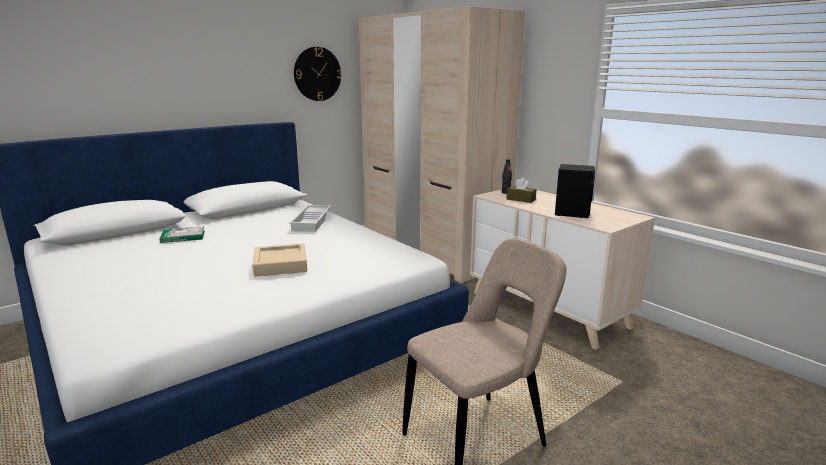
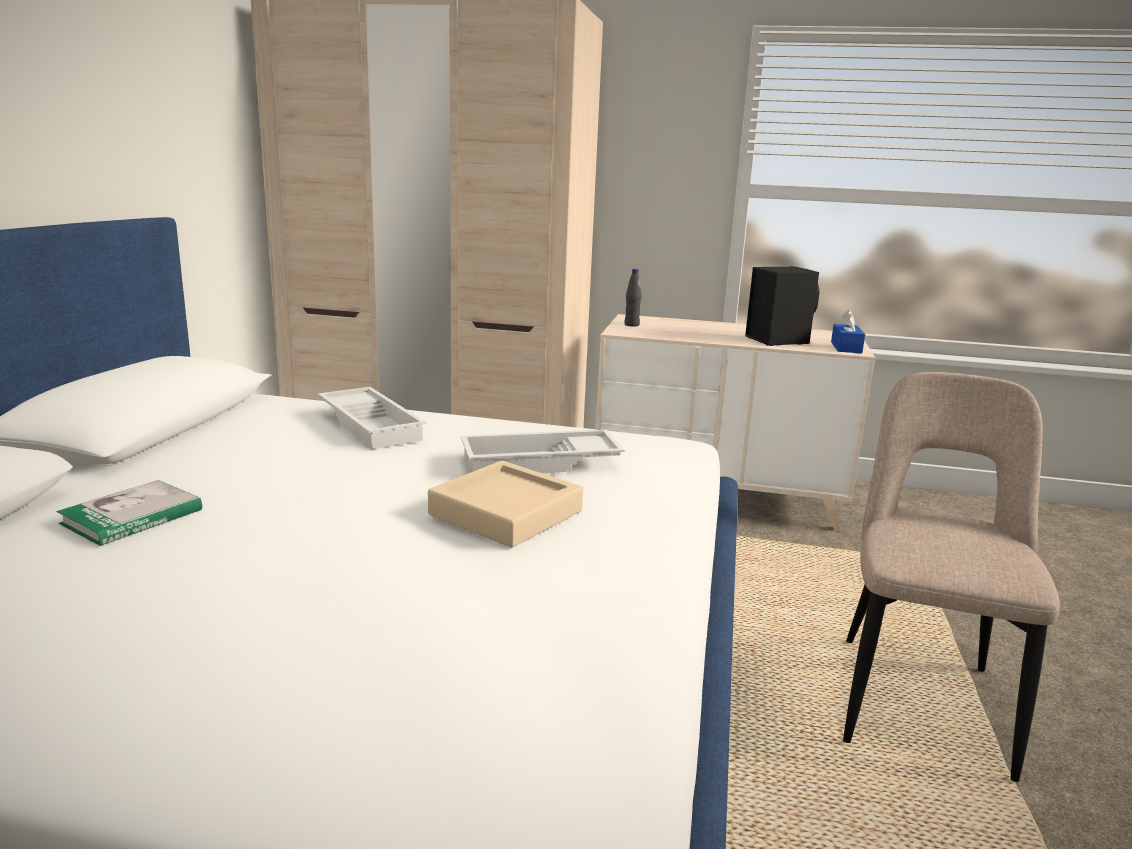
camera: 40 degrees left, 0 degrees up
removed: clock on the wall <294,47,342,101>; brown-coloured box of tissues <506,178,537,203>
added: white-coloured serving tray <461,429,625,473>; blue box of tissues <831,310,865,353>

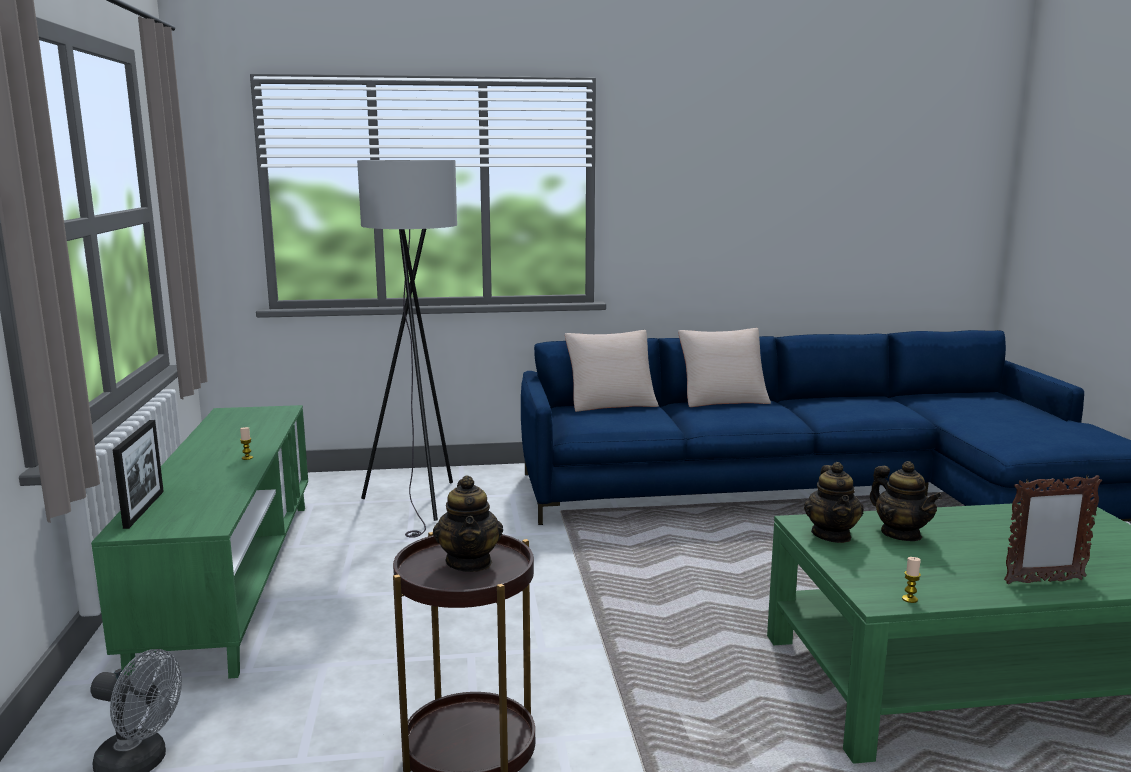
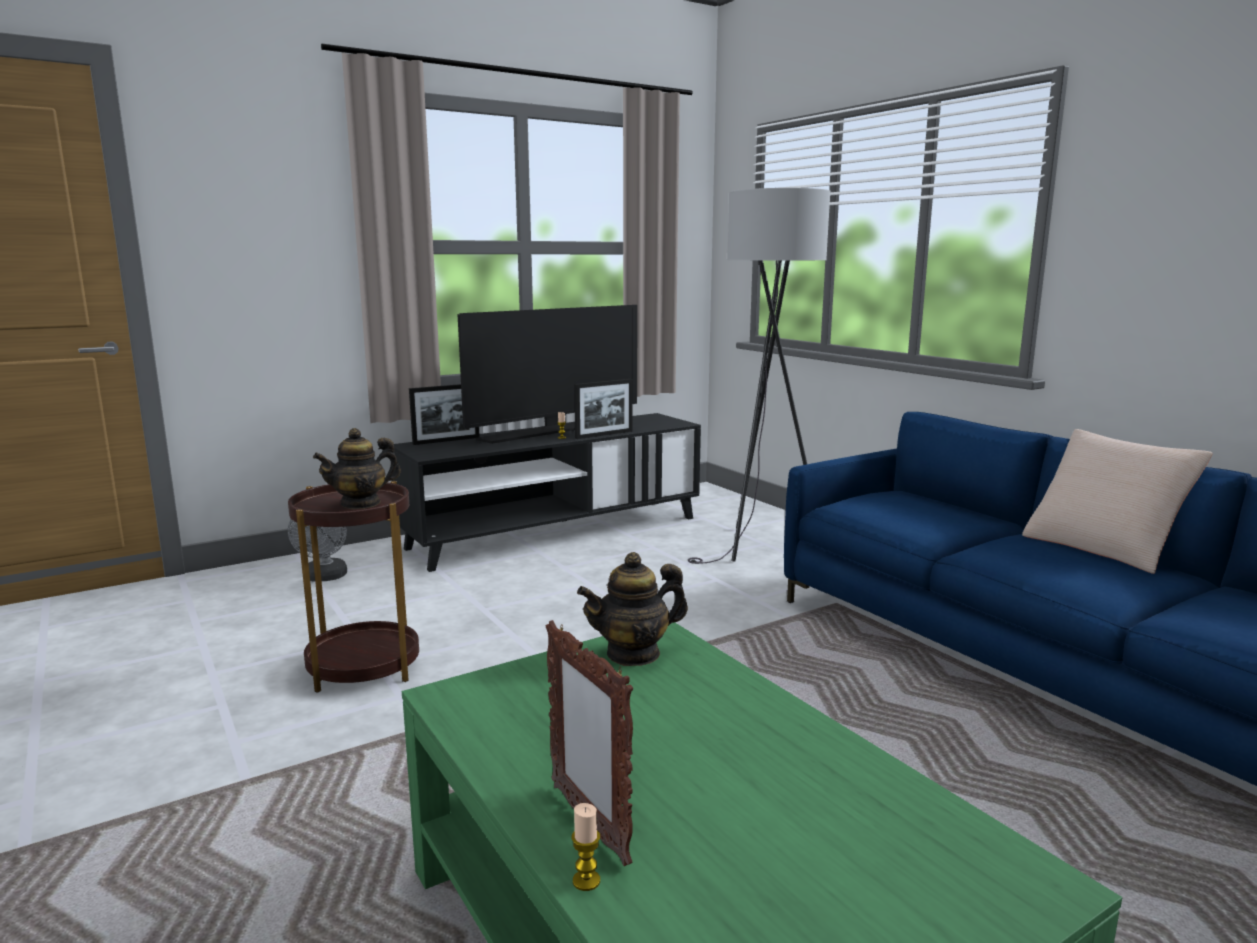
camera: 65 degrees right, 0 degrees up
removed: beige-coloured cushion <565,330,659,412>; pot for tea <870,461,942,541>
added: TV set <458,305,637,444>; photo frame <574,379,633,439>
moved: wax light <902,557,921,603> to <572,803,600,891>
recoloured: green-coloured tv stand <91,405,308,679> to black-coloured tv stand <393,413,701,572>

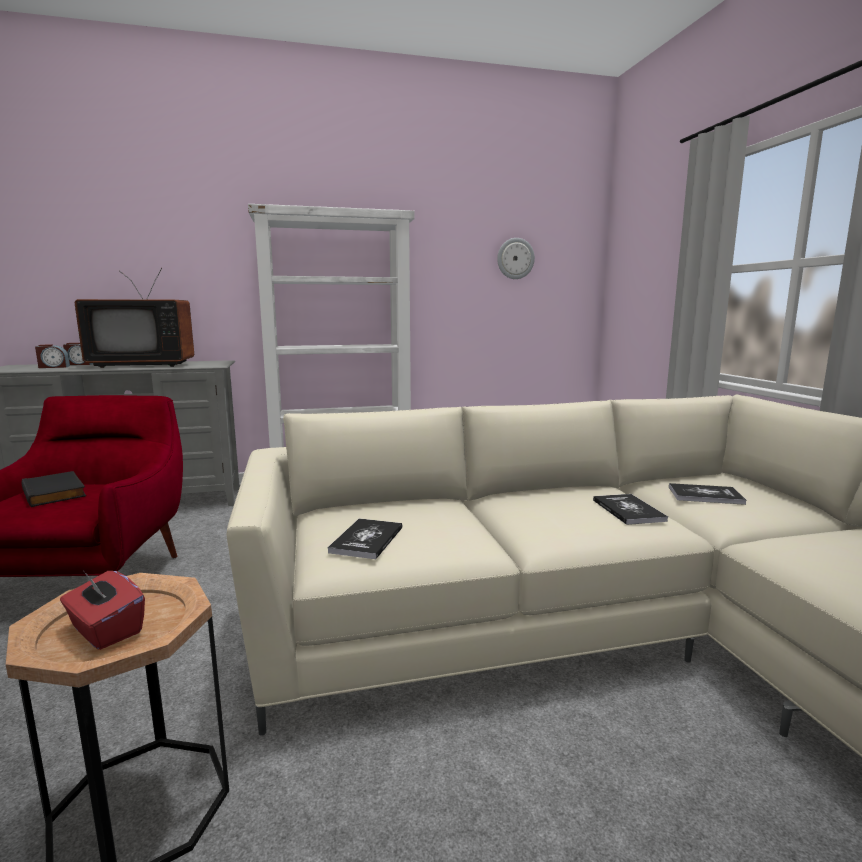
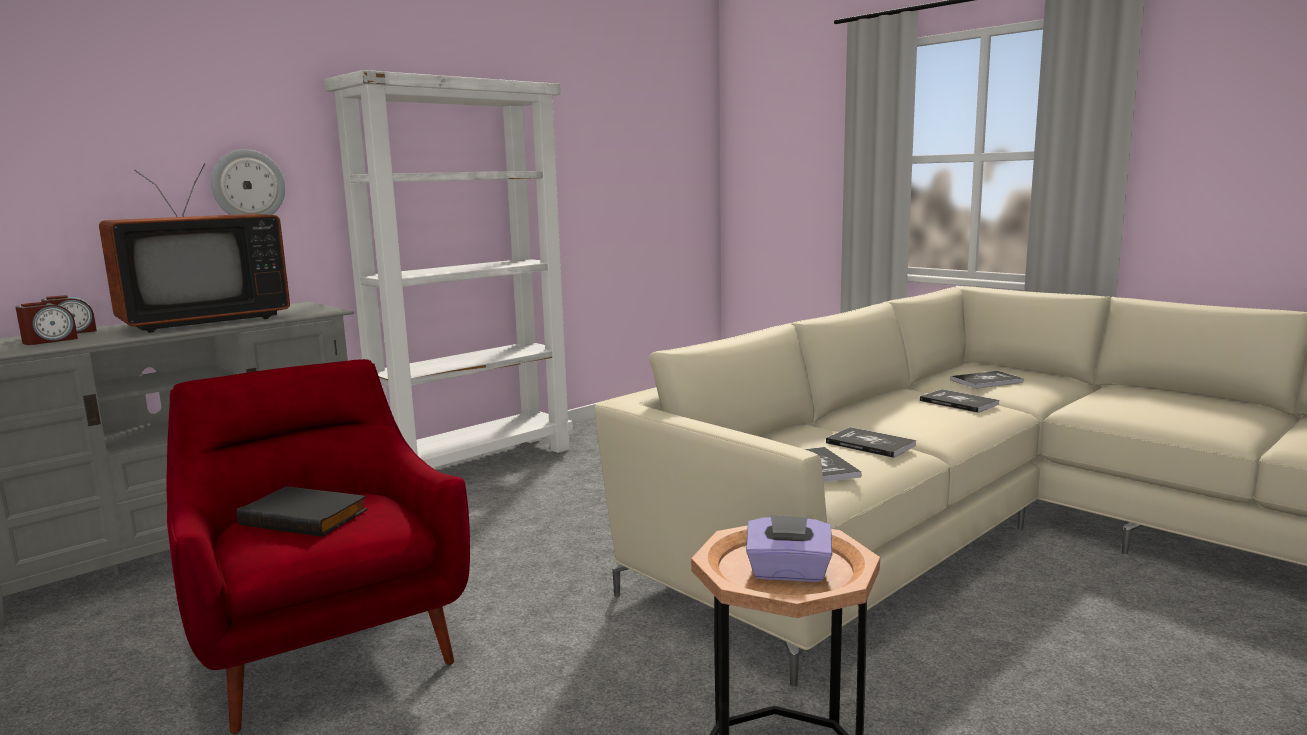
camera: 30 degrees left, 0 degrees up
added: book <826,427,916,458>
moved: clock on the wall <497,238,535,279> to <211,149,285,215>
recoloured: red-coloured box of tissues <60,571,145,650> to purple-coloured box of tissues <746,514,832,582>

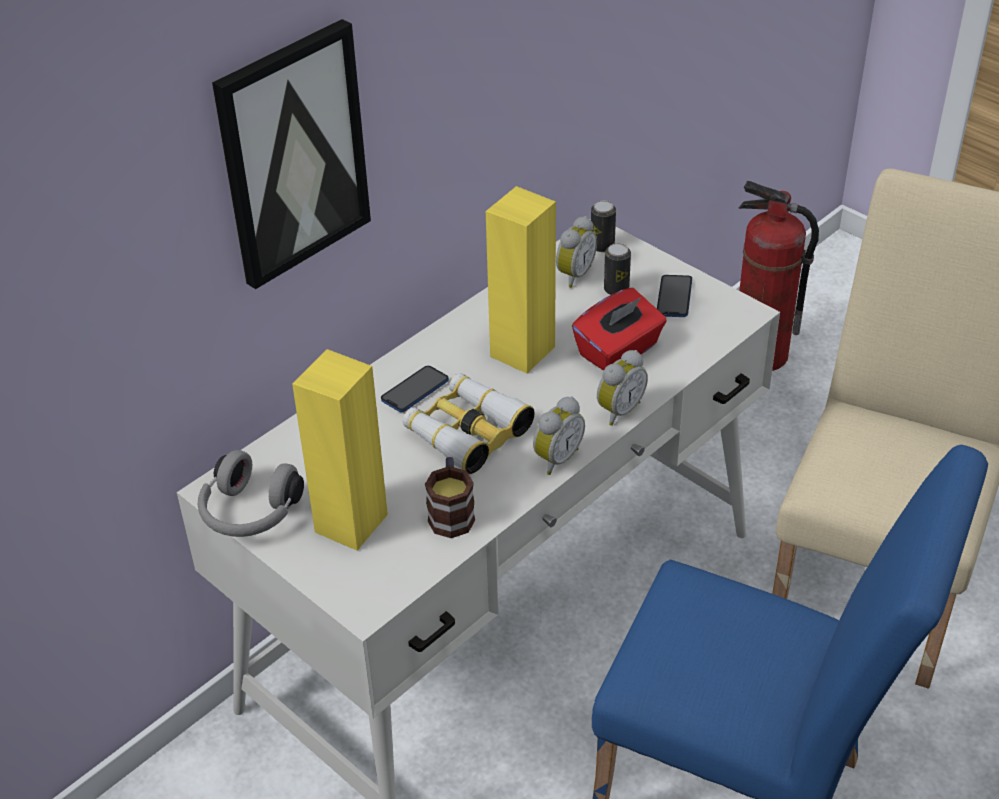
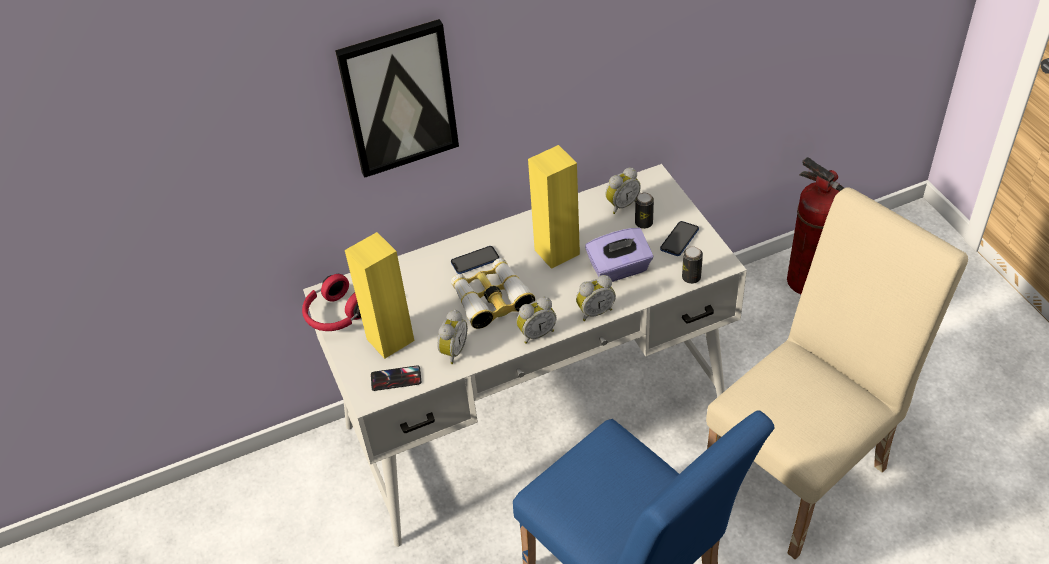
camera: 25 degrees right, 5 degrees up
added: telephone <371,365,421,391>
moved: sealed can <591,201,616,252> to <682,247,703,284>
replaced: coffee mug <425,457,475,538> to table clock <437,310,468,364>
recoloured: grey pair of headphones <198,450,304,537> to red-coloured pair of headphones <302,274,361,331>; red-coloured box of tissues <572,288,667,371> to purple-coloured box of tissues <585,228,653,282>

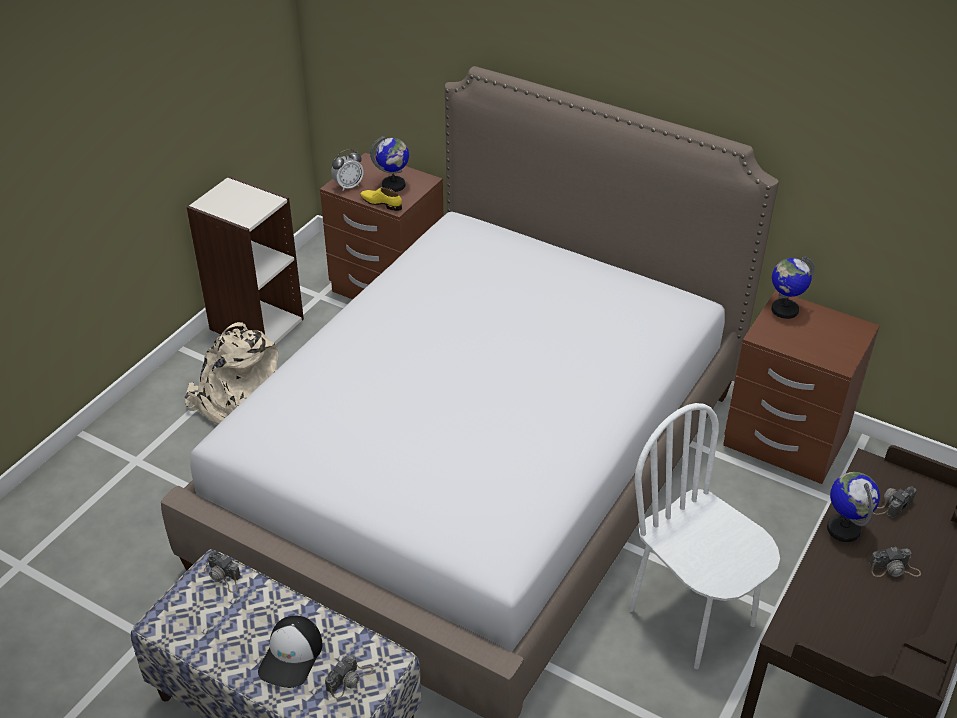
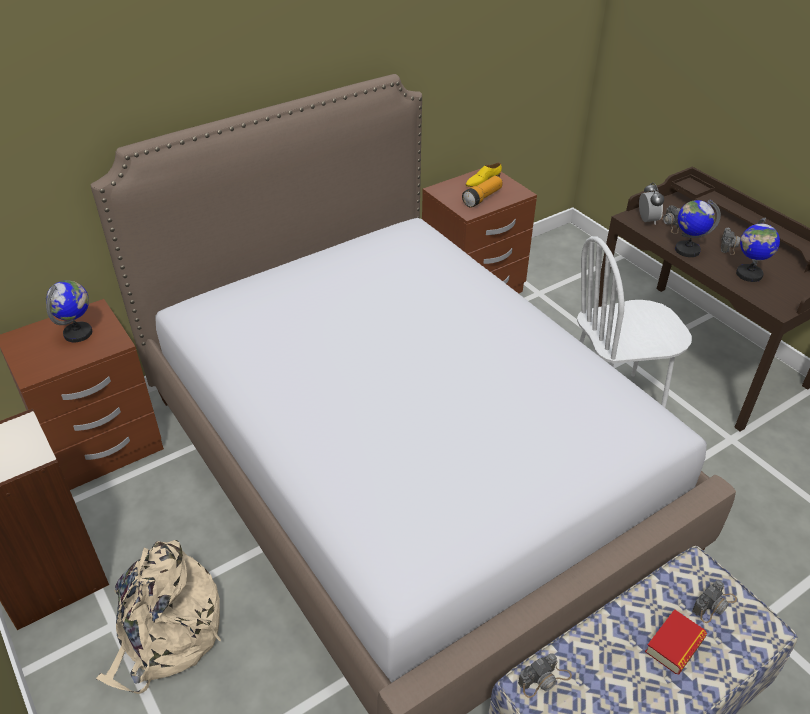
camera: 65 degrees left, 0 degrees up
added: flashlight <462,176,502,208>
moved: table clock <331,149,364,191> to <639,182,664,225>; yellow-coloured low shoe <360,187,402,211> to <465,163,502,187>; world globe <771,256,815,319> to <736,217,780,282>
replaced: peaked cap <258,616,323,688> to book <645,609,707,675>
turned: still camera <325,655,373,699> = <692,580,737,623> 75 degrees clockwise

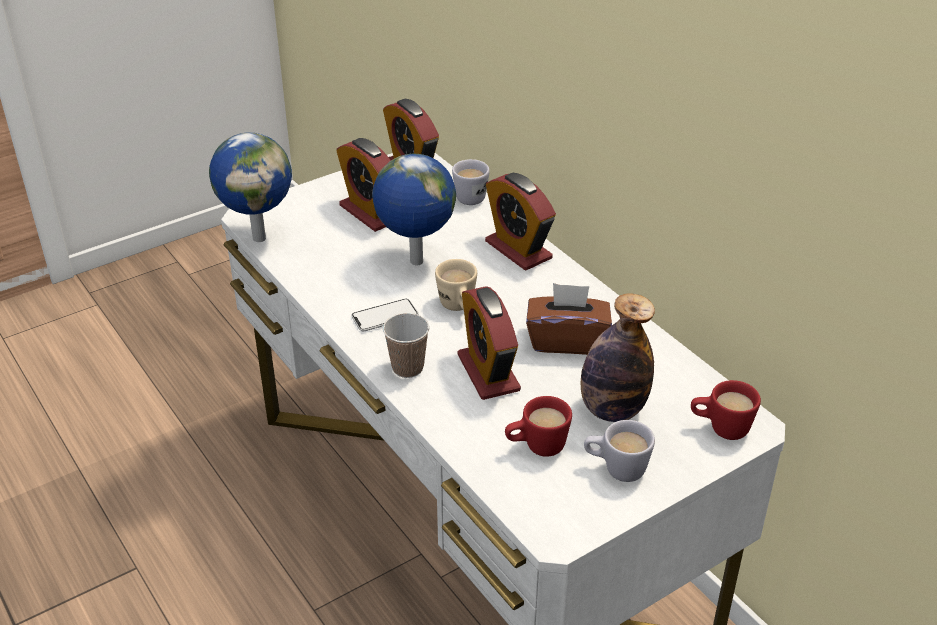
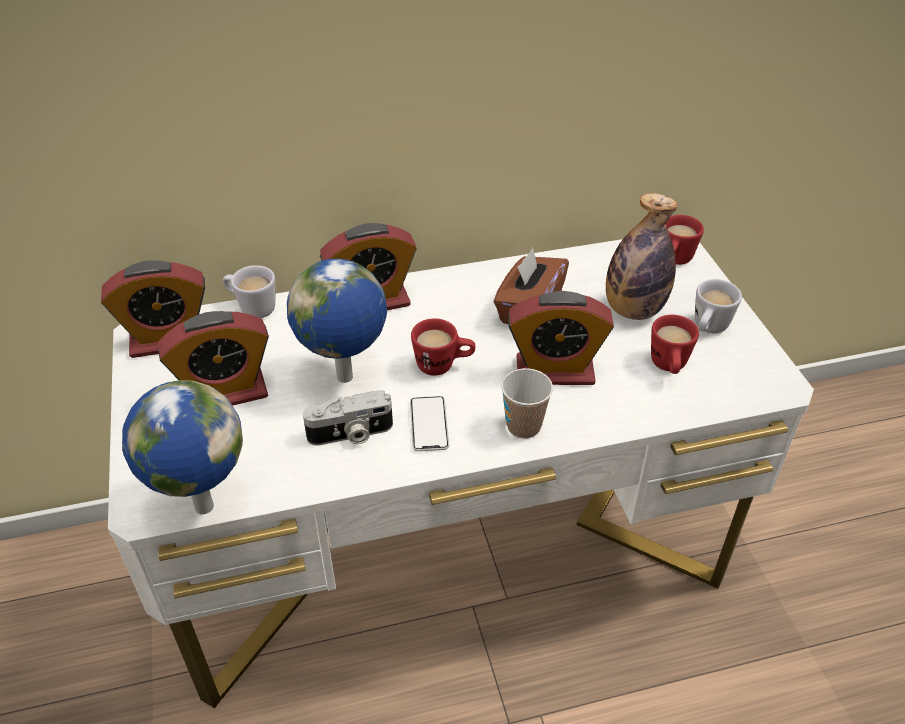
camera: 70 degrees left, 5 degrees up
added: still camera <303,390,393,446>
recoloured: beige-coloured coffee mug <435,259,477,311> to red-coloured coffee mug <411,318,475,376>

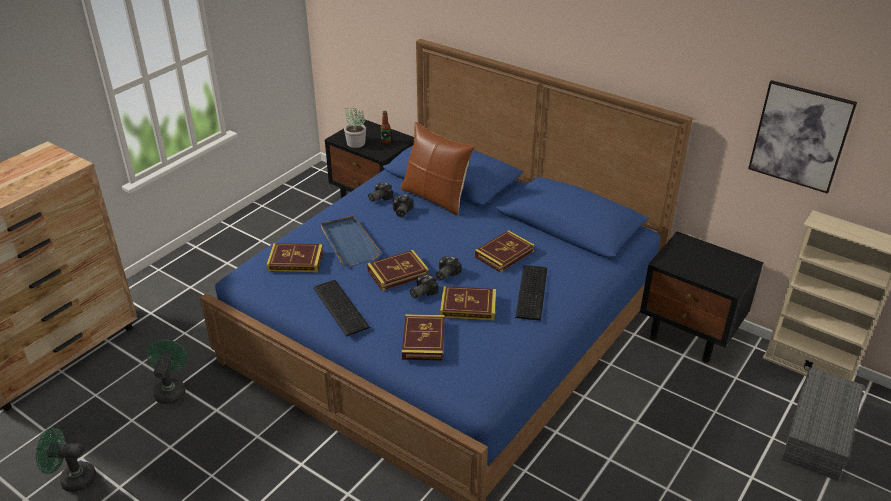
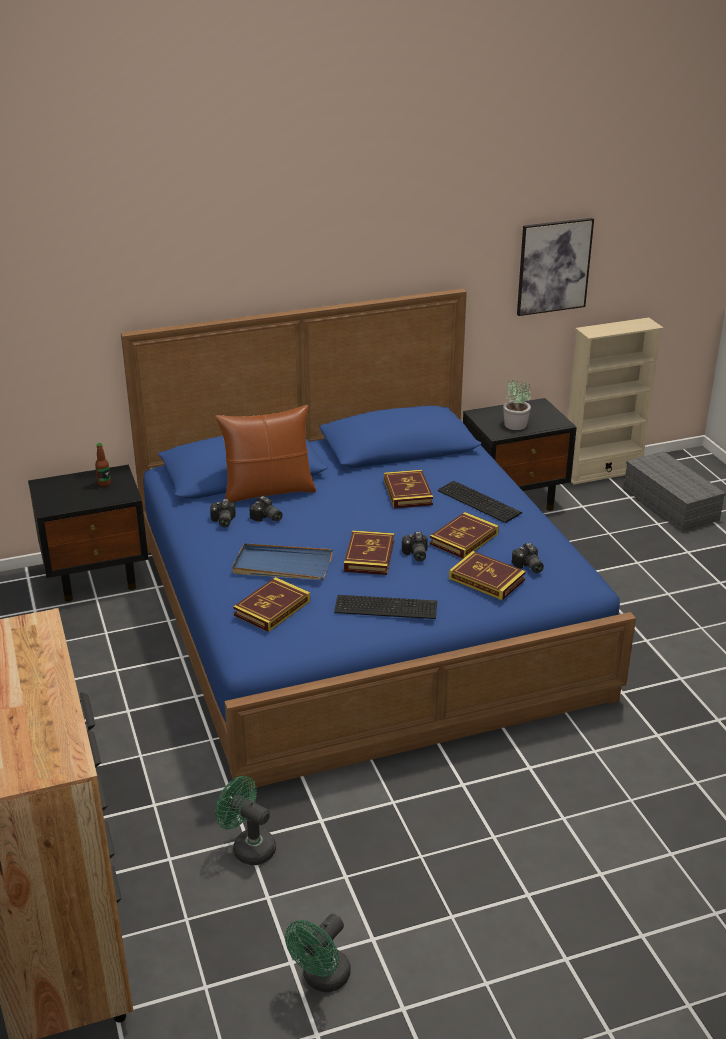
camera: 55 degrees left, 5 degrees down
moved: plant in a pot <344,106,366,148> to <503,380,531,430>; still camera <436,256,462,281> to <512,543,544,573>

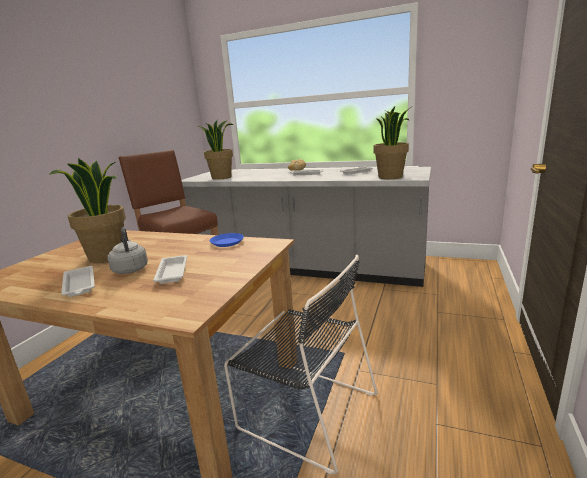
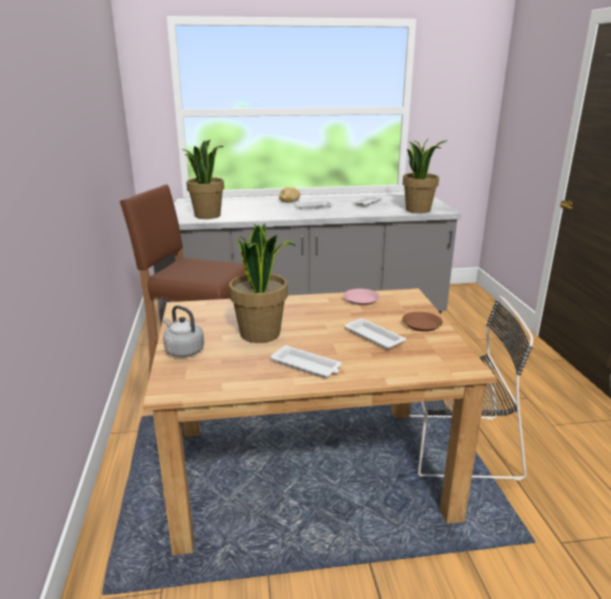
camera: 30 degrees left, 5 degrees up
added: brown-coloured flat dish <402,312,443,332>
moved: grey water kettle <107,227,148,274> to <163,305,204,357>
recoloured: blue flat dish <210,233,244,247> to pink-coloured flat dish <344,289,380,305>

